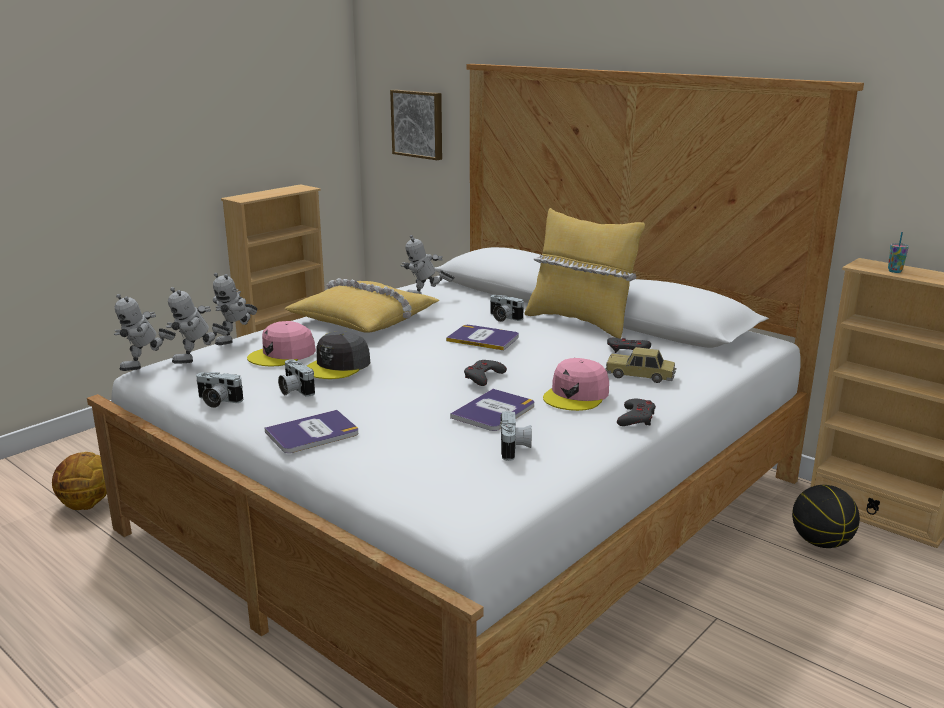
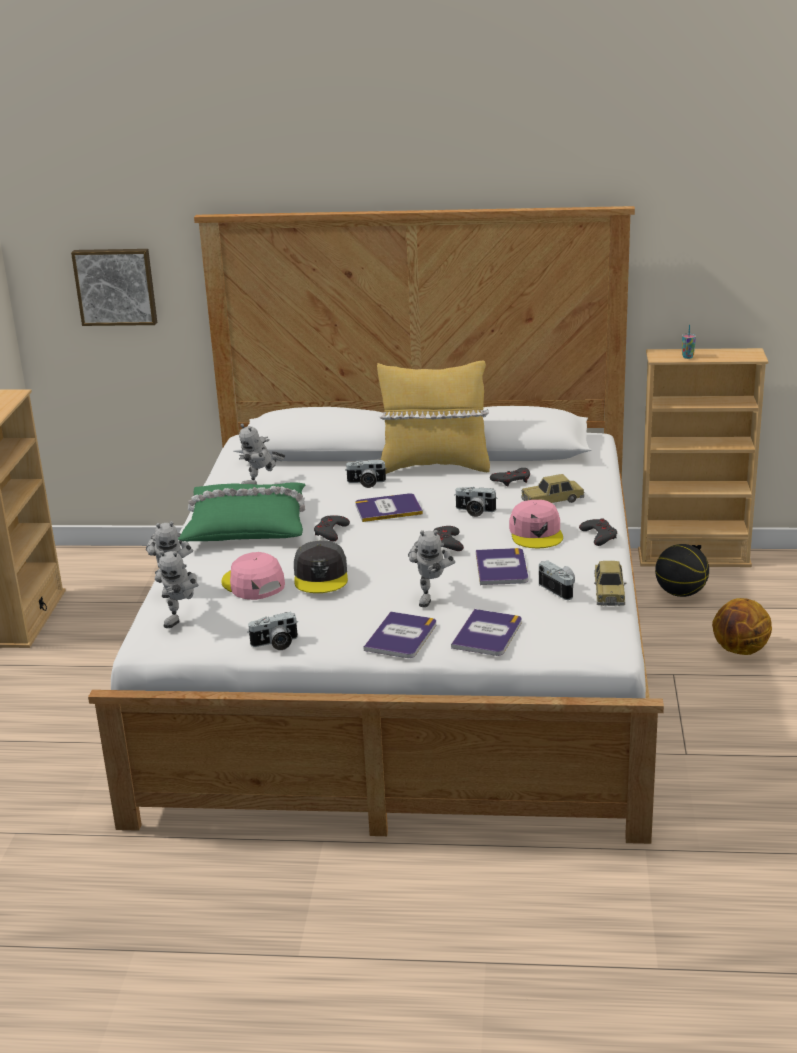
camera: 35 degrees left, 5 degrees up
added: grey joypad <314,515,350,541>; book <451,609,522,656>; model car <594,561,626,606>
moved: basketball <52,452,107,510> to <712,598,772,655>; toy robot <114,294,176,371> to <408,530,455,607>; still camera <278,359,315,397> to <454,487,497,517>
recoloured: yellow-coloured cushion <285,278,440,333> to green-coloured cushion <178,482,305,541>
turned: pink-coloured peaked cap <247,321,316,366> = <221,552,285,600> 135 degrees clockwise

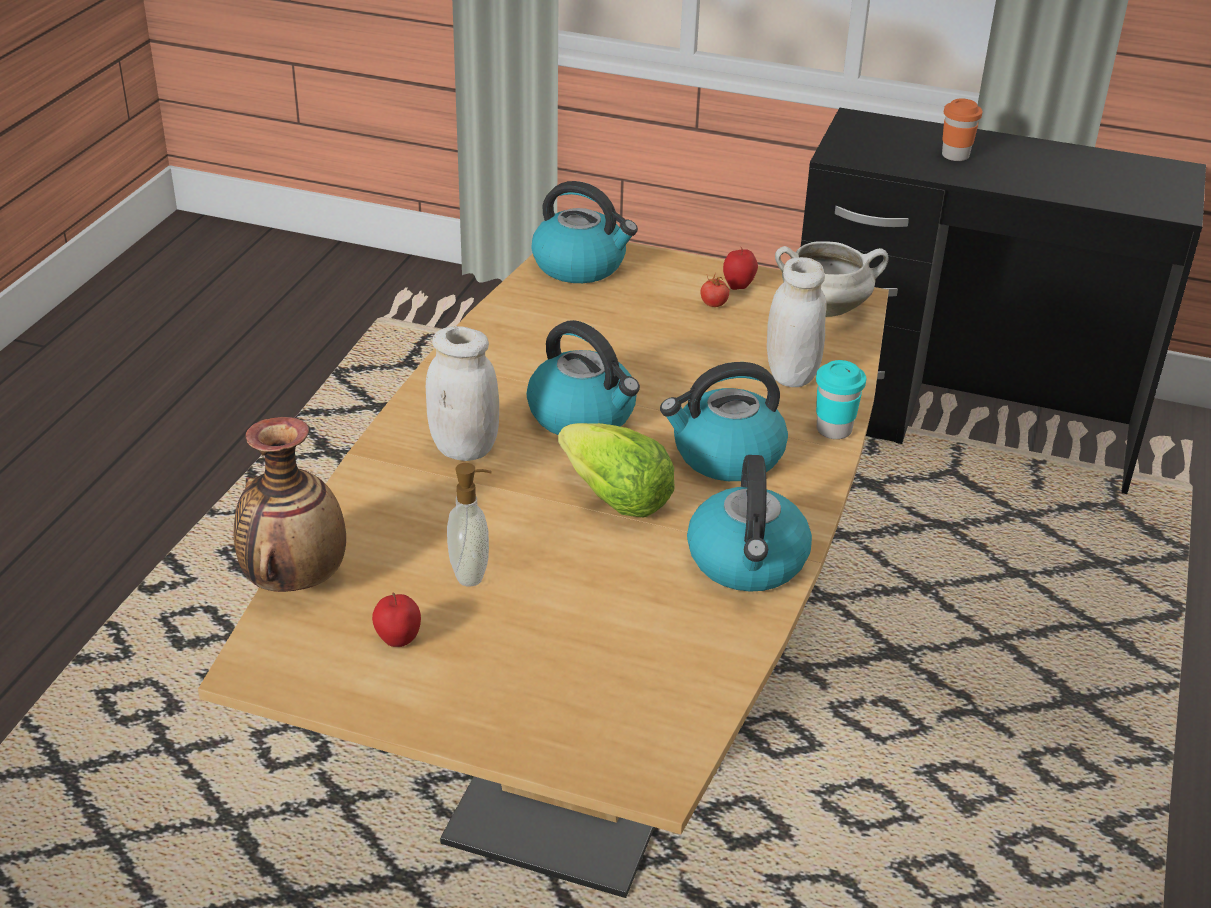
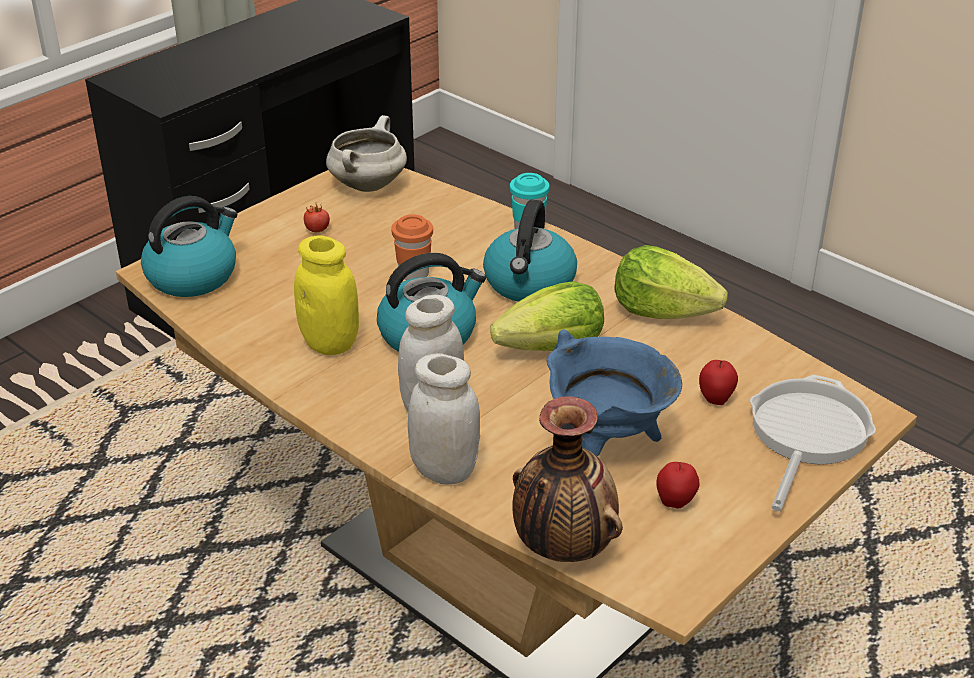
camera: 65 degrees left, 0 degrees up
added: yellow-coloured storage jar <294,235,359,355>; pan <750,375,876,511>
moved: apple fruit <723,247,758,290> to <699,360,738,405>; white-coloured storage jar <767,257,826,387> to <408,353,480,484>; orange cup <942,98,983,161> to <391,214,433,280>
replaced: soap bottle <447,463,492,587> to blue stockpot <547,329,682,456>; water kettle <687,455,812,592> to lettuce head <614,245,728,319>

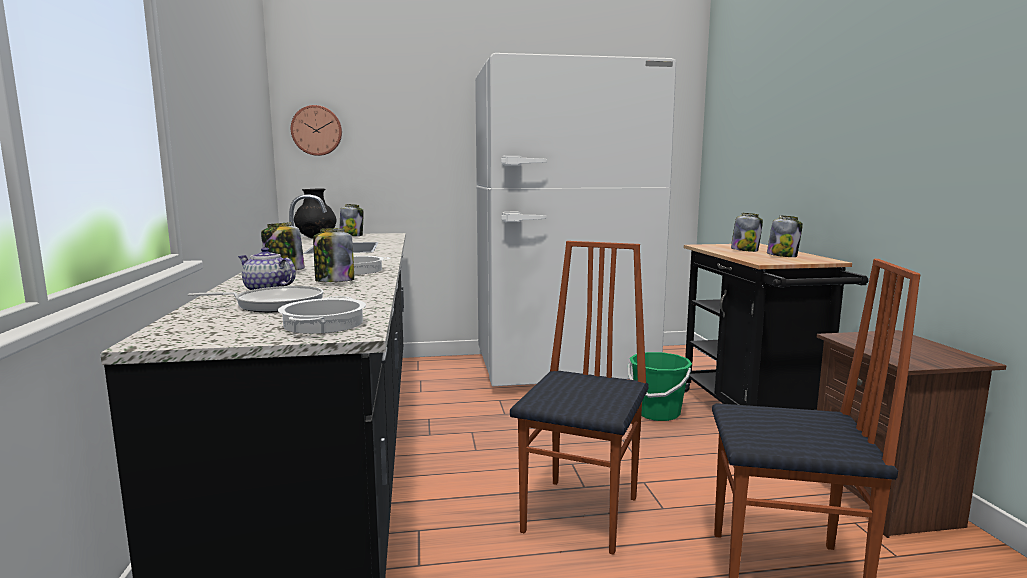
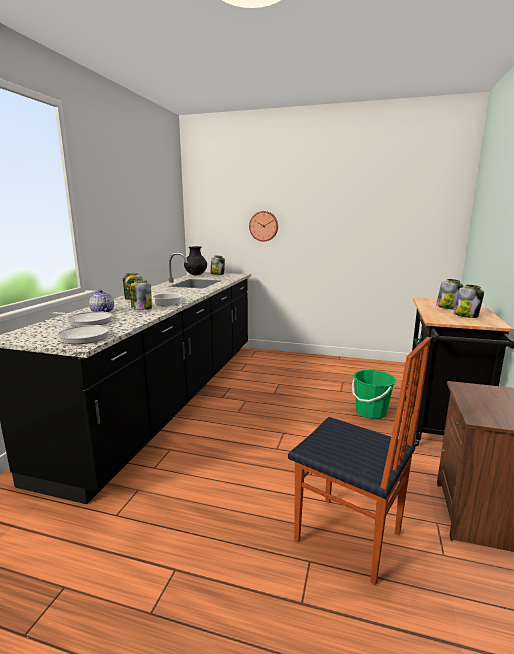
camera: 25 degrees right, 5 degrees up
removed: white-coloured kitchen fridge <475,53,676,386>; upright chair <510,241,649,555>
moved: clock on the wall <291,105,342,156> to <249,211,278,242>
replaced: stockpot <278,296,366,334> to pan <51,323,110,344>

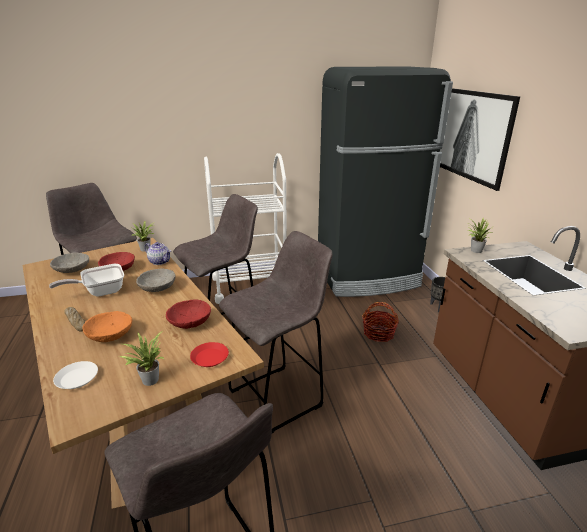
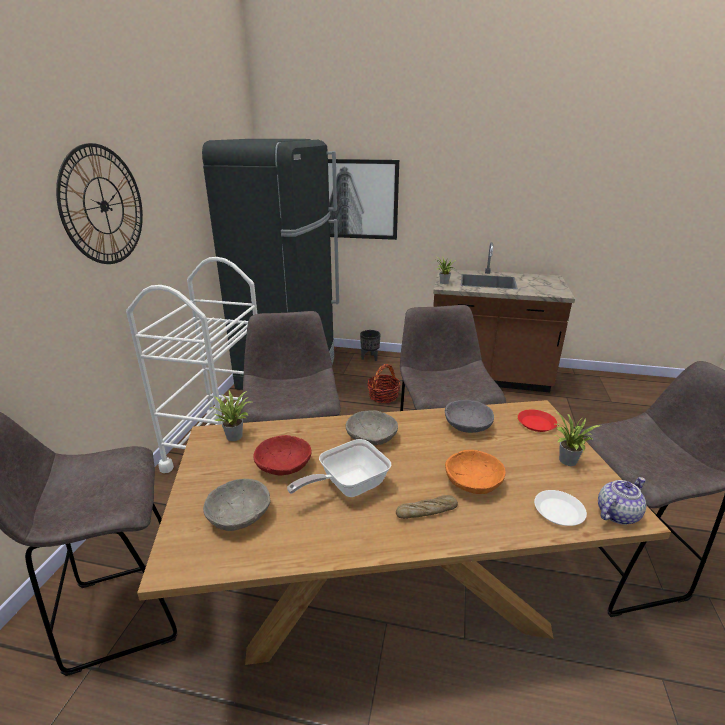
camera: 65 degrees left, 0 degrees up
added: clock on the wall <56,143,143,264>
moved: pot for tea <144,242,171,265> to <598,477,646,525>
recoloured: red-coloured deep dish <166,299,211,329> to grey deep dish <445,400,494,433>
turned: pan <49,264,124,297> = <287,439,391,497> 60 degrees clockwise

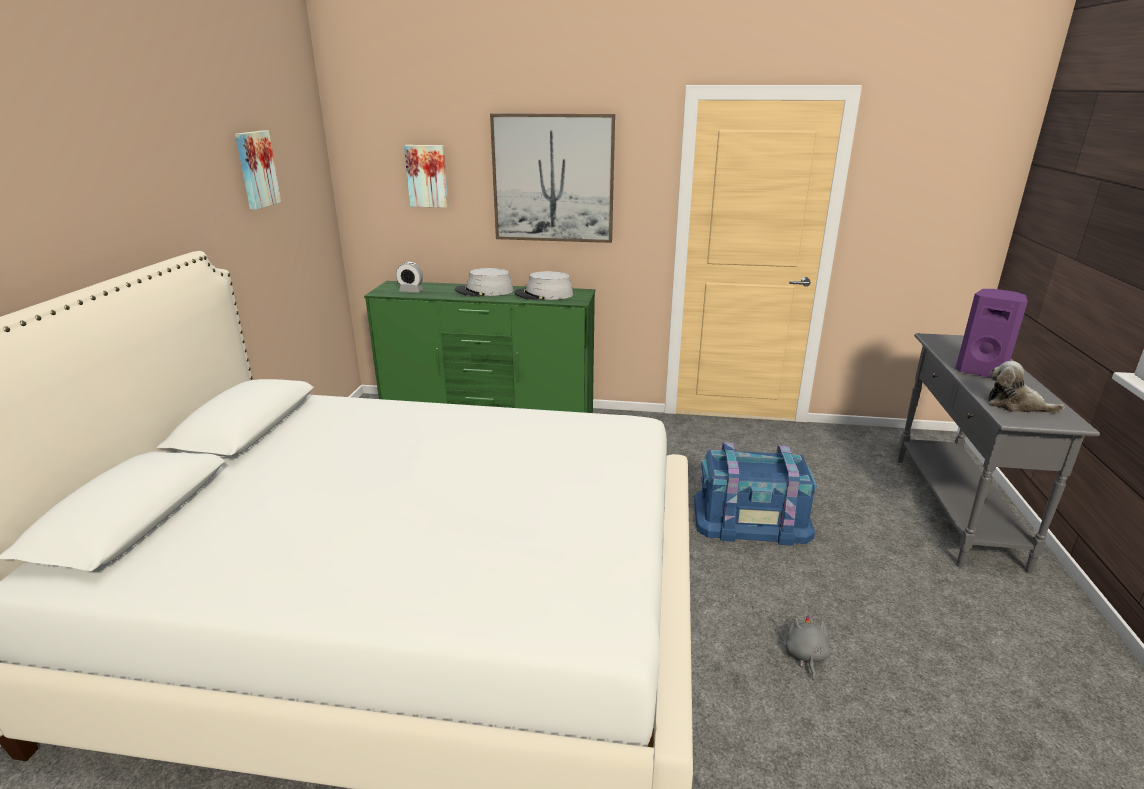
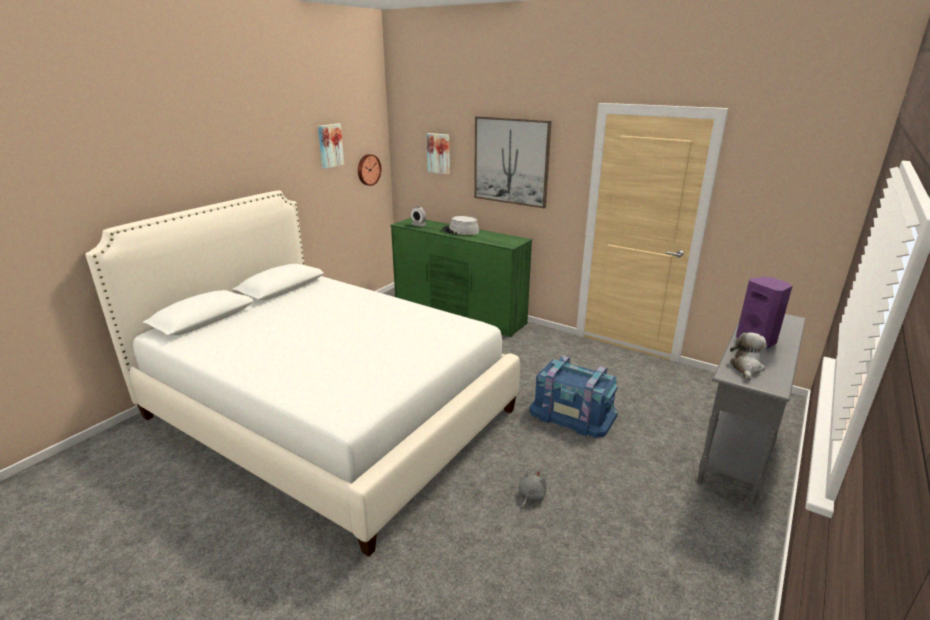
camera: 25 degrees right, 0 degrees up
removed: grey wearable hat <514,271,573,300>
added: clock on the wall <358,154,381,186>
turned: soft toy <988,361,1065,413> = <730,332,767,380> 60 degrees clockwise

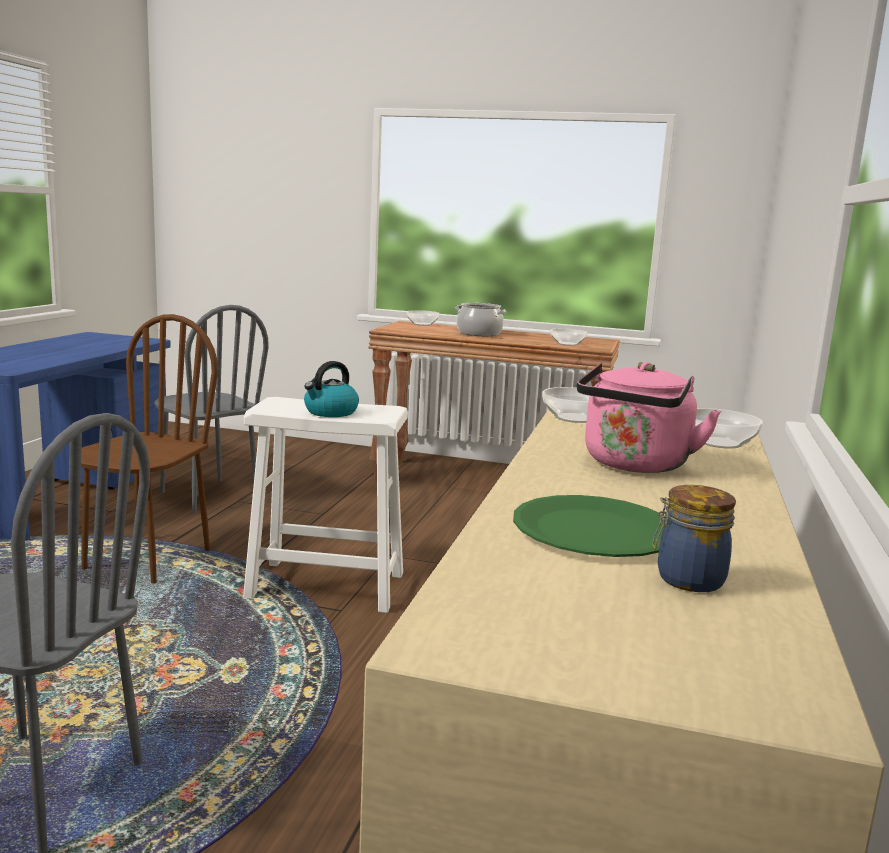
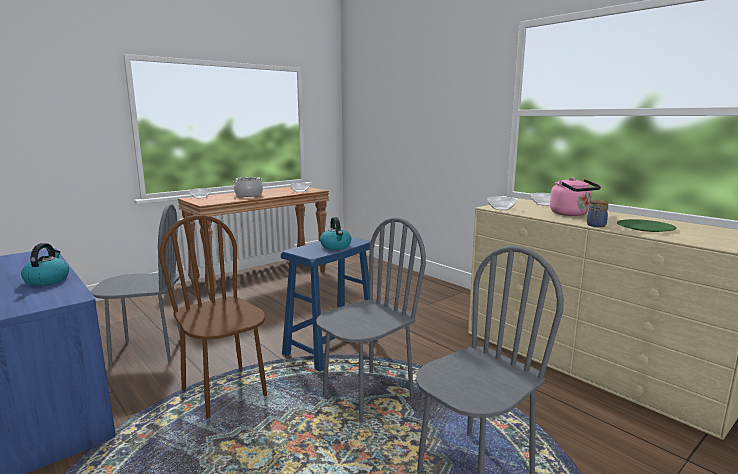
camera: 55 degrees left, 0 degrees up
added: water kettle <21,243,69,286>; grey upright chair <316,217,426,423>
moved: storage jar <653,485,736,592> to <587,200,609,227>
recoloured: white-coloured sitting stool <243,397,408,613> to blue sitting stool <281,237,377,372>

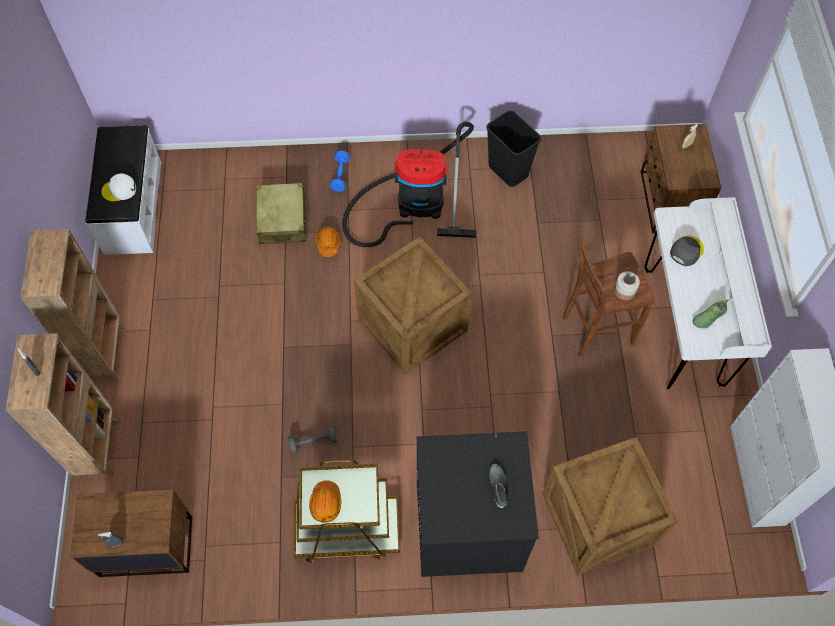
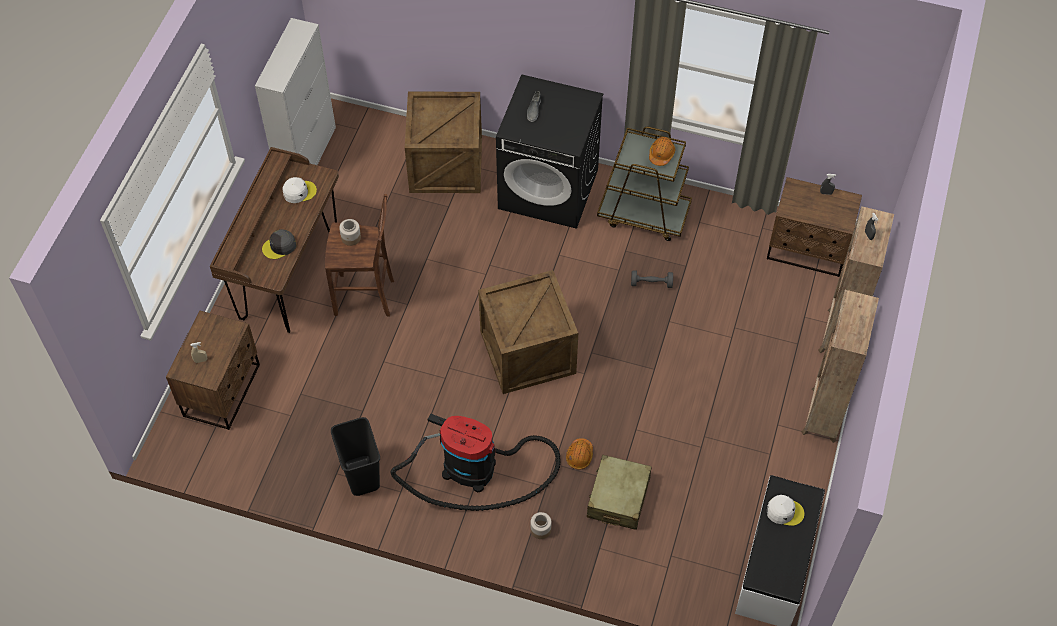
camera: 160 degrees left, 5 degrees down
replaced: blue hand weight <330,151,350,192> to storage jar <530,512,552,539>; low shoe <693,300,729,328> to white-coloured peaked cap <282,177,317,203>
recoloured: white-coloured desk table <644,197,772,389> to brown-coloured desk table <210,147,339,333>

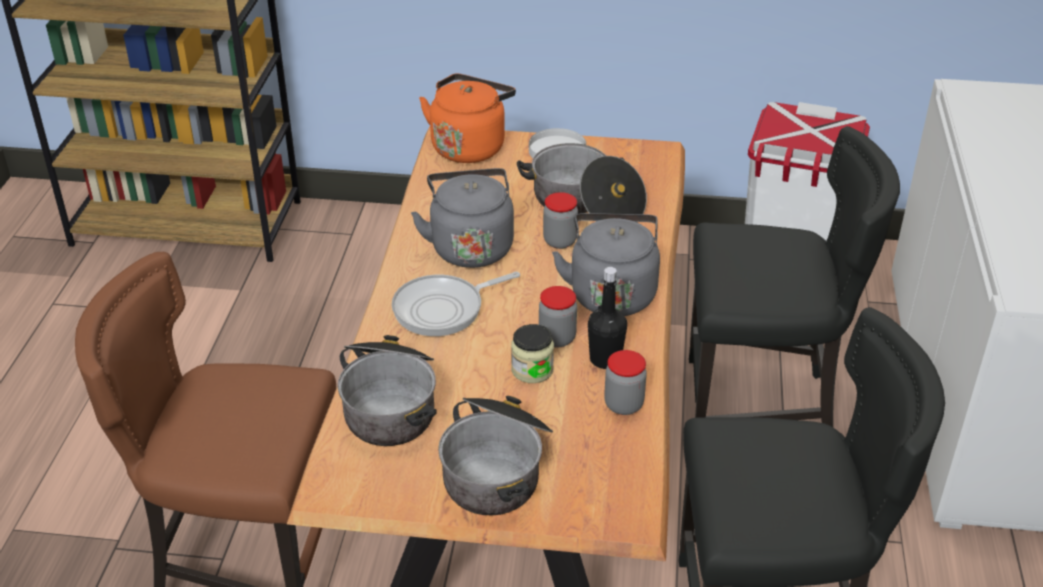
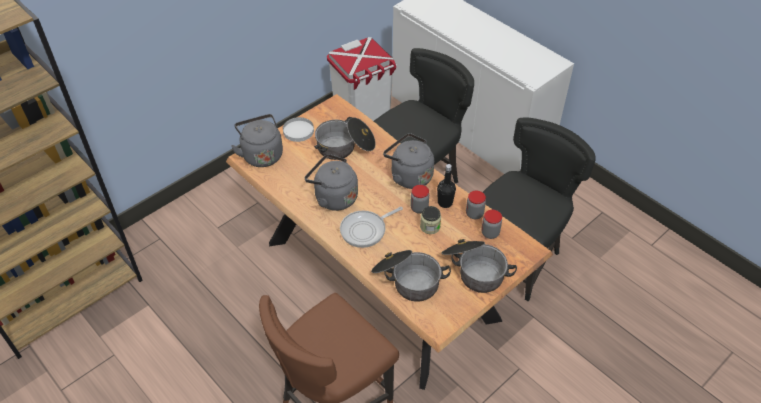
camera: 50 degrees left, 10 degrees up
moved: storage jar <543,192,578,249> to <481,210,502,239>
recoloured: orange water kettle <419,74,516,163> to grey water kettle <231,114,283,167>
turned: pan <392,272,520,336> = <340,207,403,248> 45 degrees clockwise

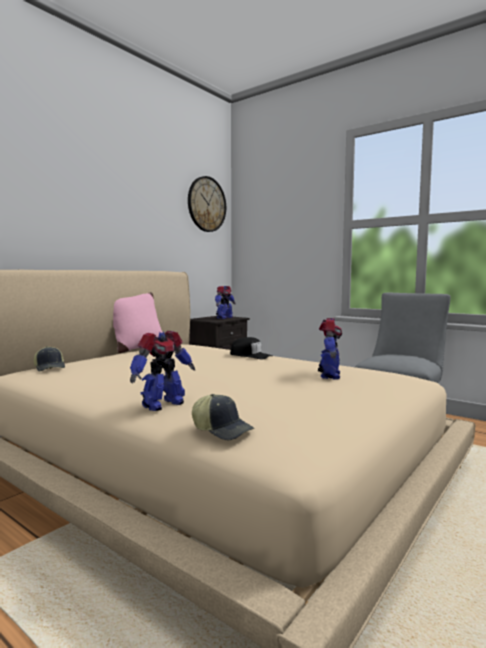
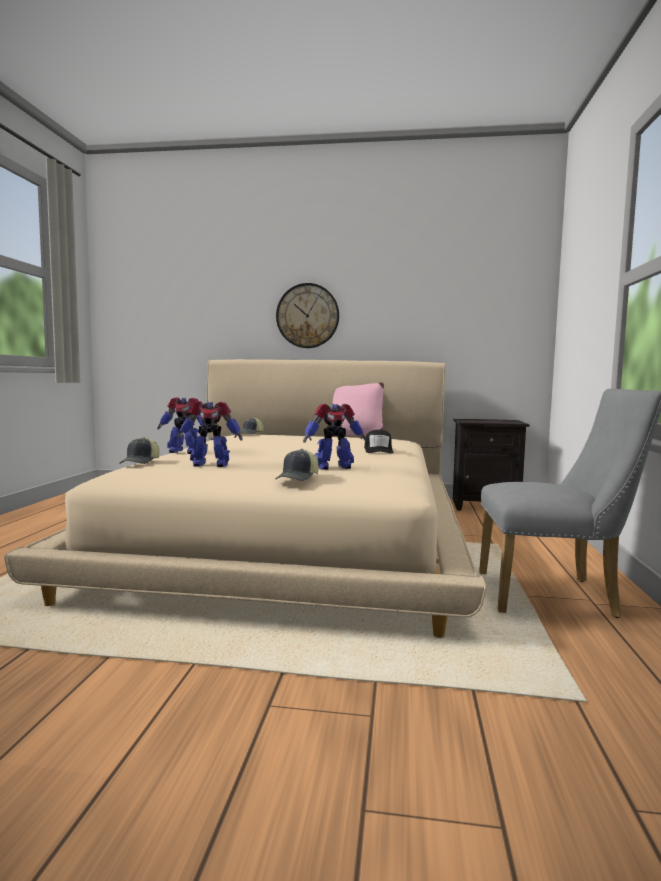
camera: 60 degrees right, 0 degrees up
added: peaked cap <276,449,319,481>
moved: clock on the wall <188,176,226,232> to <276,283,339,348>; toy robot <215,286,236,319> to <177,401,243,467>

